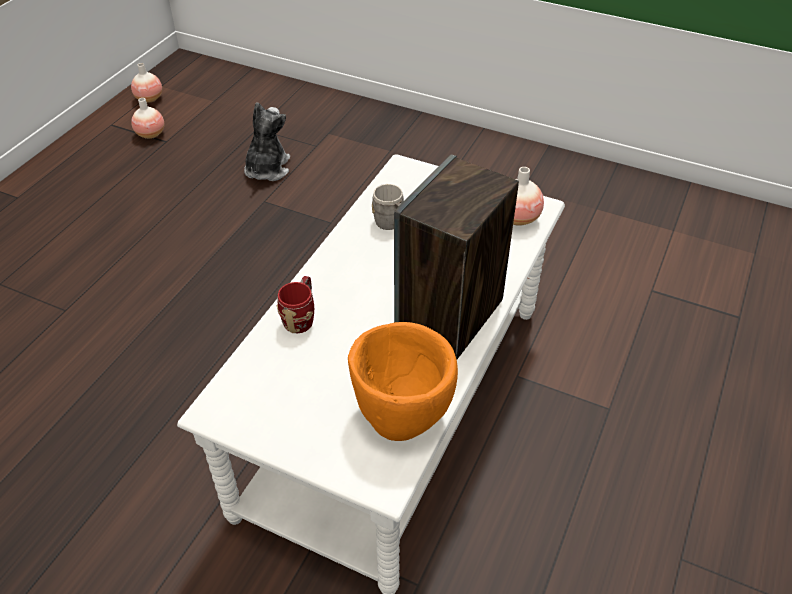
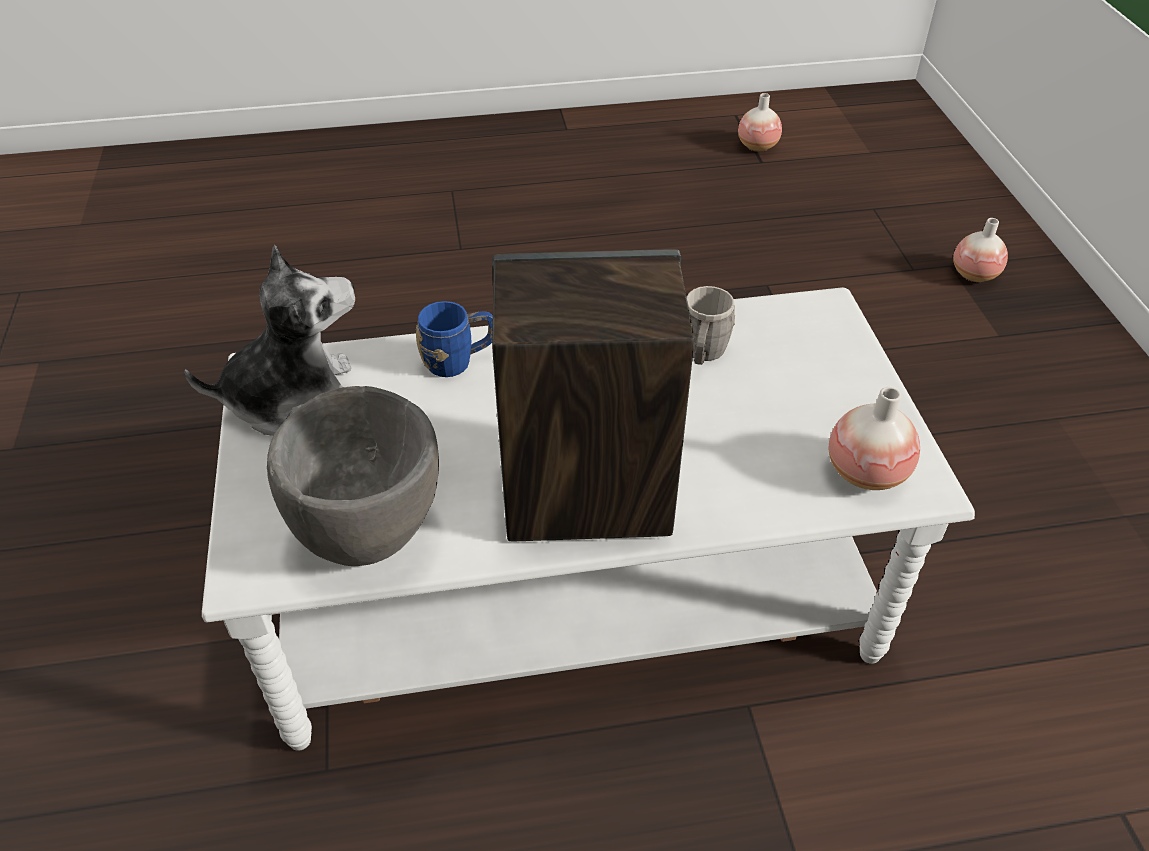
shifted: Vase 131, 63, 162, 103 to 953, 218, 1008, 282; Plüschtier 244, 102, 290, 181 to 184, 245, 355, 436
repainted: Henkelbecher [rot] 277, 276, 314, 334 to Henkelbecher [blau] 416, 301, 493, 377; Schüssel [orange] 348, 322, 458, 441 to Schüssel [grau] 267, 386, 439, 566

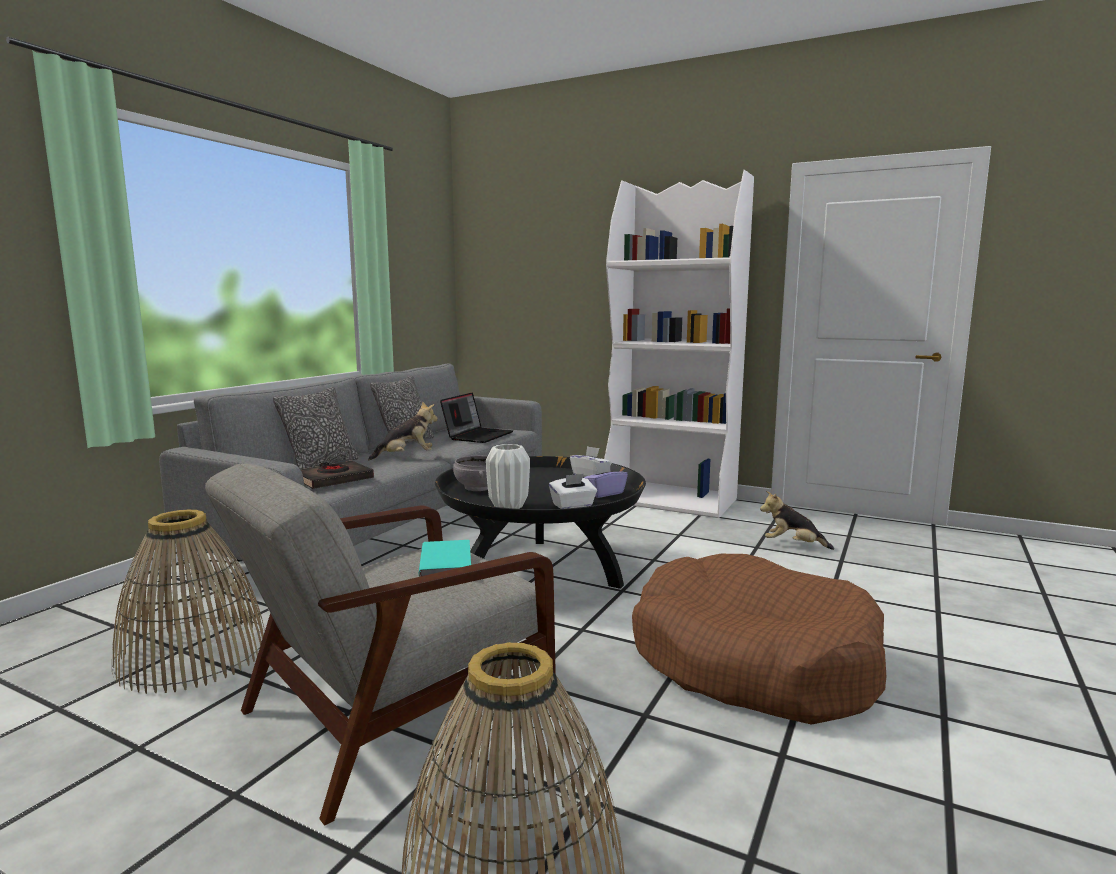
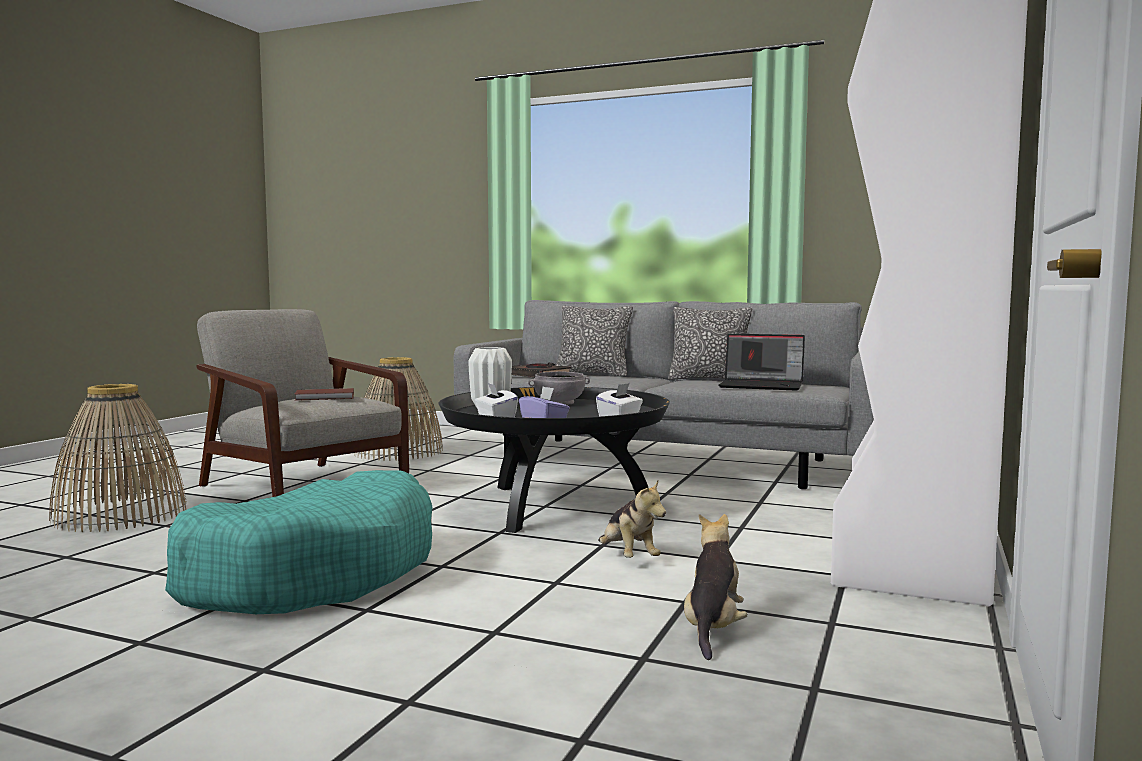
shifted: Plüschtier 368, 401, 438, 460 to 598, 481, 666, 558
repainted: Buch [türkis] 419, 540, 471, 577 to Buch [braun] 295, 388, 354, 401; Hundebett [braun] 632, 554, 886, 725 to Hundebett [türkis] 165, 470, 432, 614

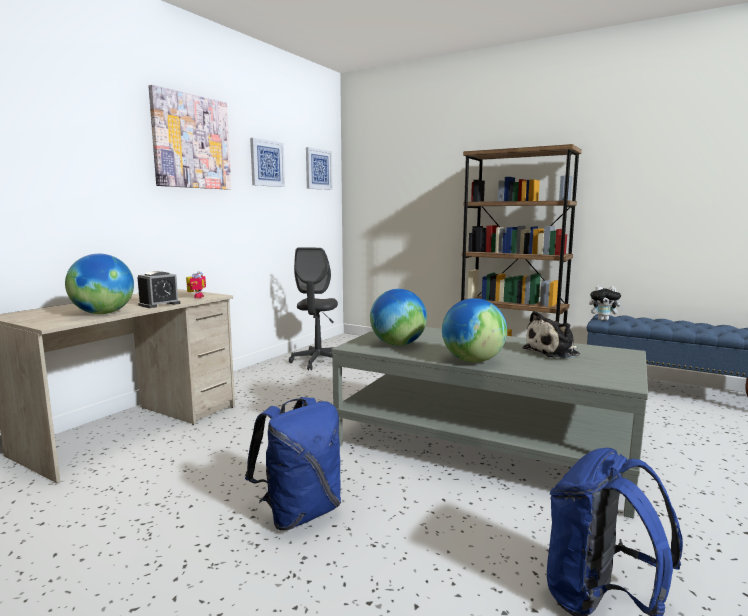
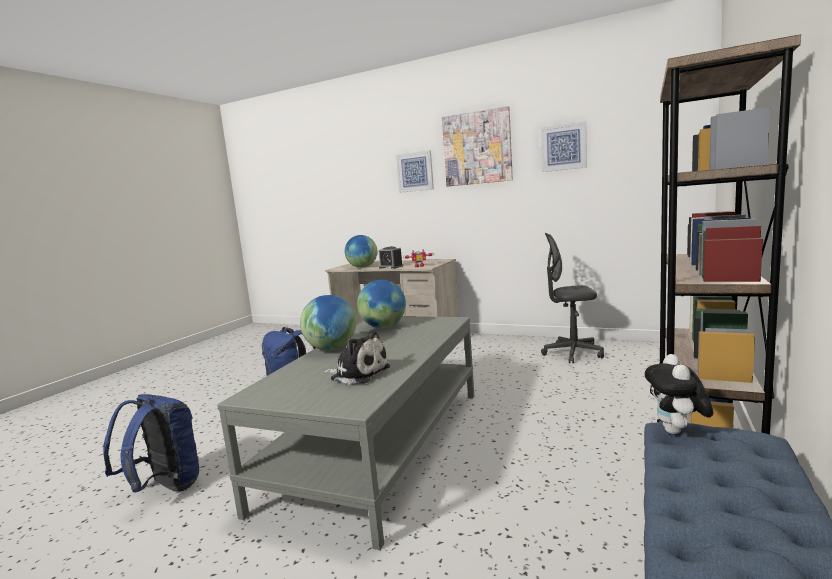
shifted: Bild 306, 147, 332, 190 to 396, 150, 434, 193
rotated: Plüschtier 523, 311, 580, 359 = 323, 331, 390, 385 150 degrees clockwise

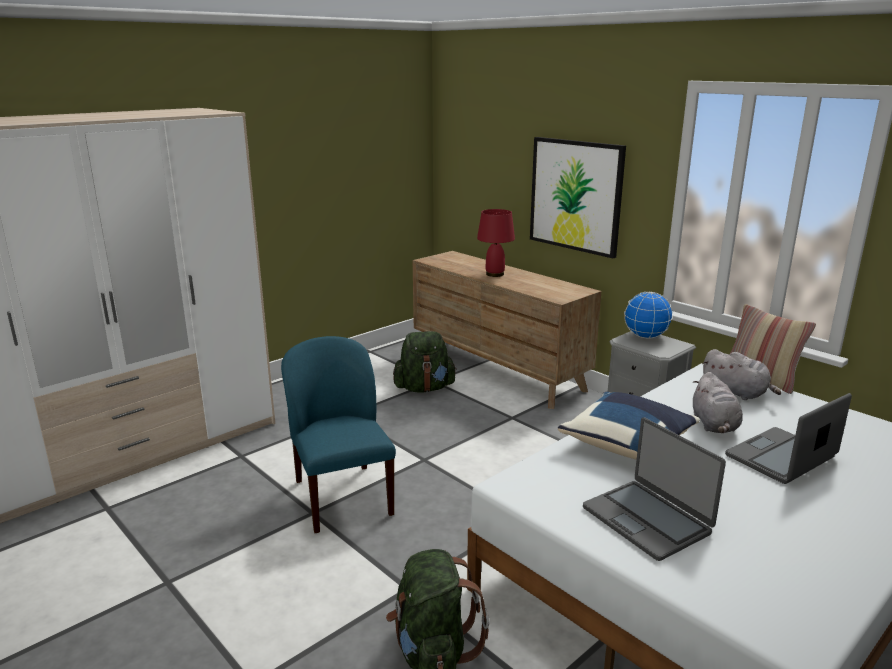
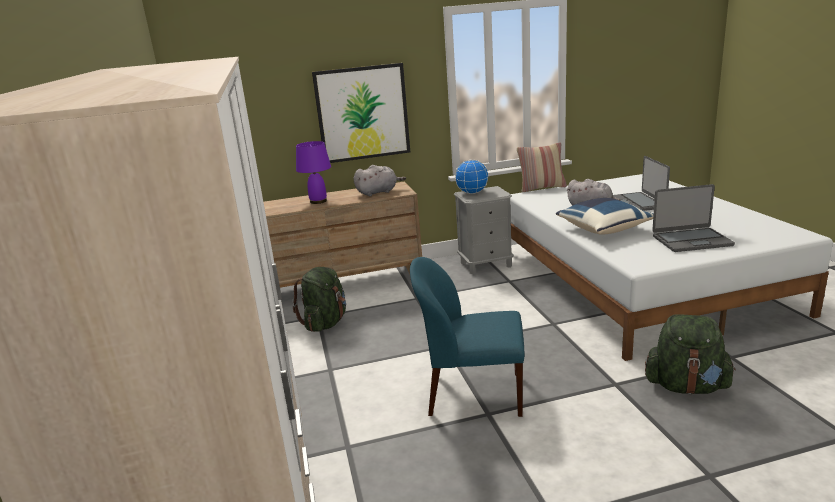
shifted: Plüschtier [grau] 702, 349, 781, 400 to 353, 165, 406, 196
repainted: Tischlampe [rot] 477, 209, 515, 277 to Tischlampe [lila] 296, 141, 331, 204

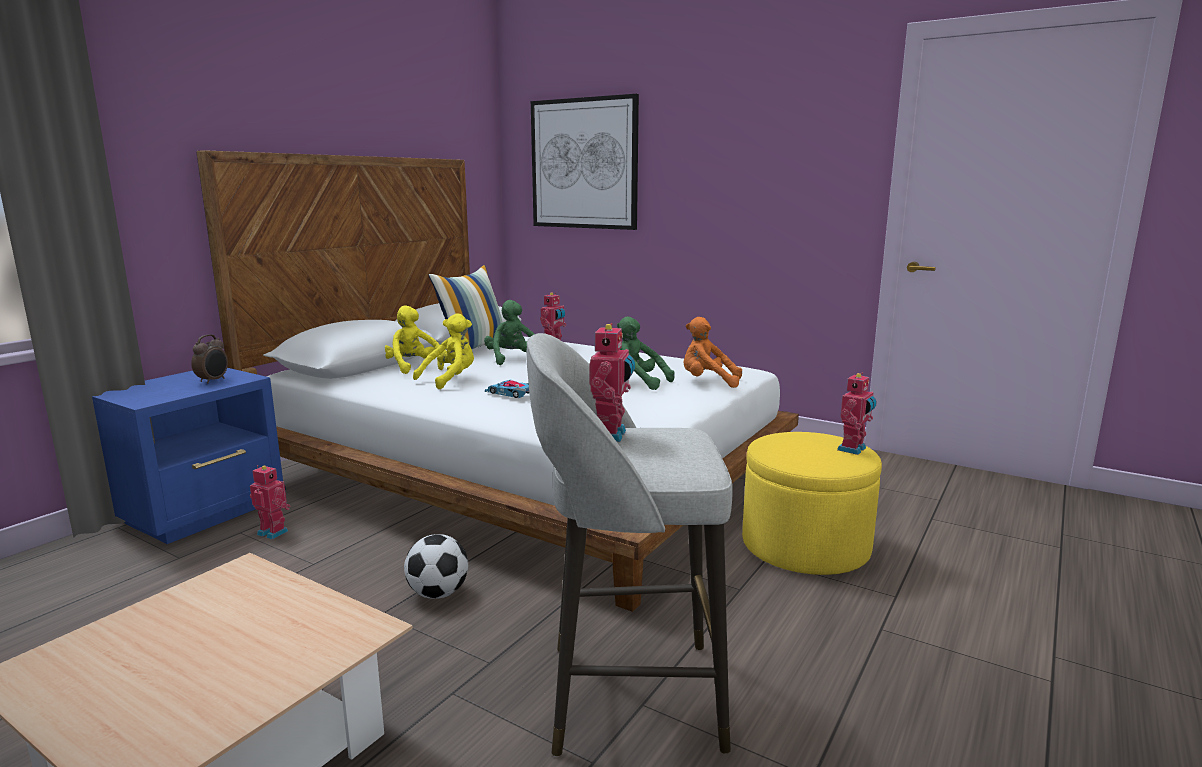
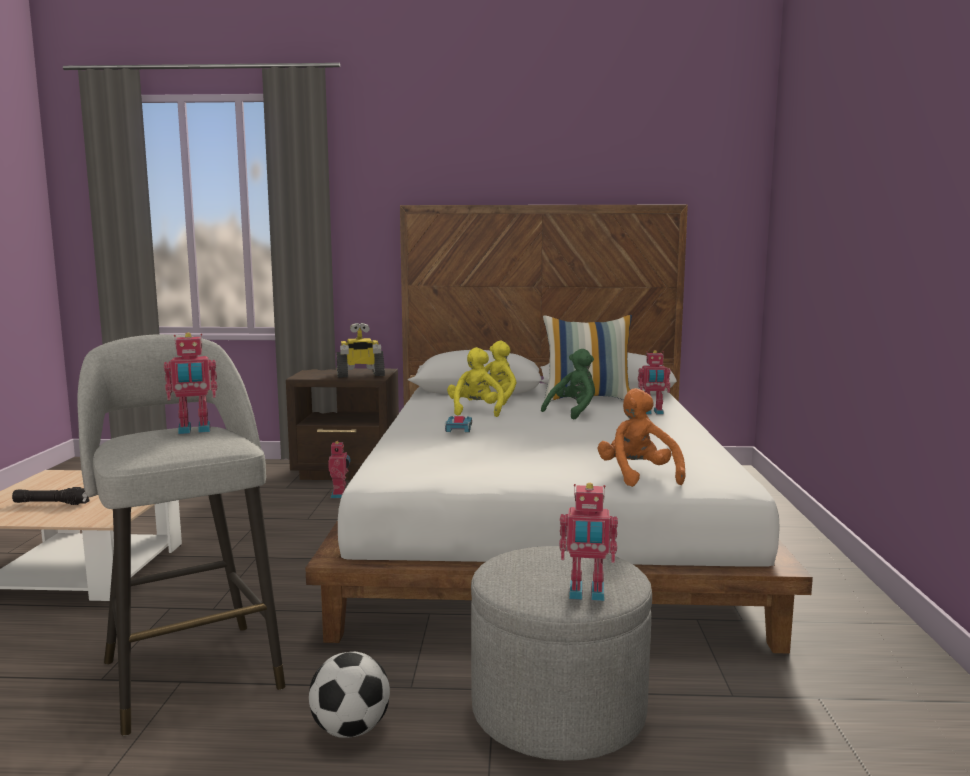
gone: Bild 531, 94, 639, 230; Plüschtier [grün] 617, 316, 675, 390
new: Taschenlampe [schwarz] 12, 487, 90, 505
shifted: Fußball 404, 534, 468, 599 to 309, 652, 390, 738
swapped: Wecker 191, 334, 228, 384 to Spielzeugroboter 337, 323, 385, 377
repainted: Nachttisch [blau] 92, 368, 283, 544 to Nachttisch [braun] 286, 368, 399, 480; Polsterhocker [gelb] 742, 432, 882, 575 to Polsterhocker [grau] 471, 546, 652, 761
rotated: Plüschtier [gelb] 413, 314, 474, 389 = 447, 347, 504, 417 105 degrees counterclockwise

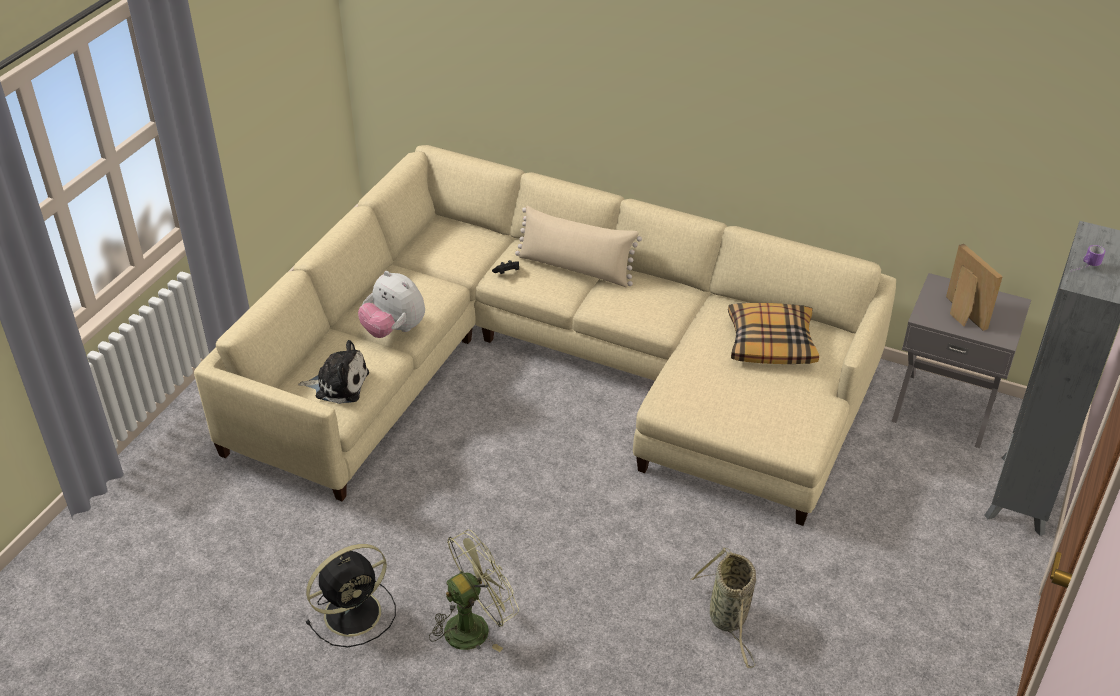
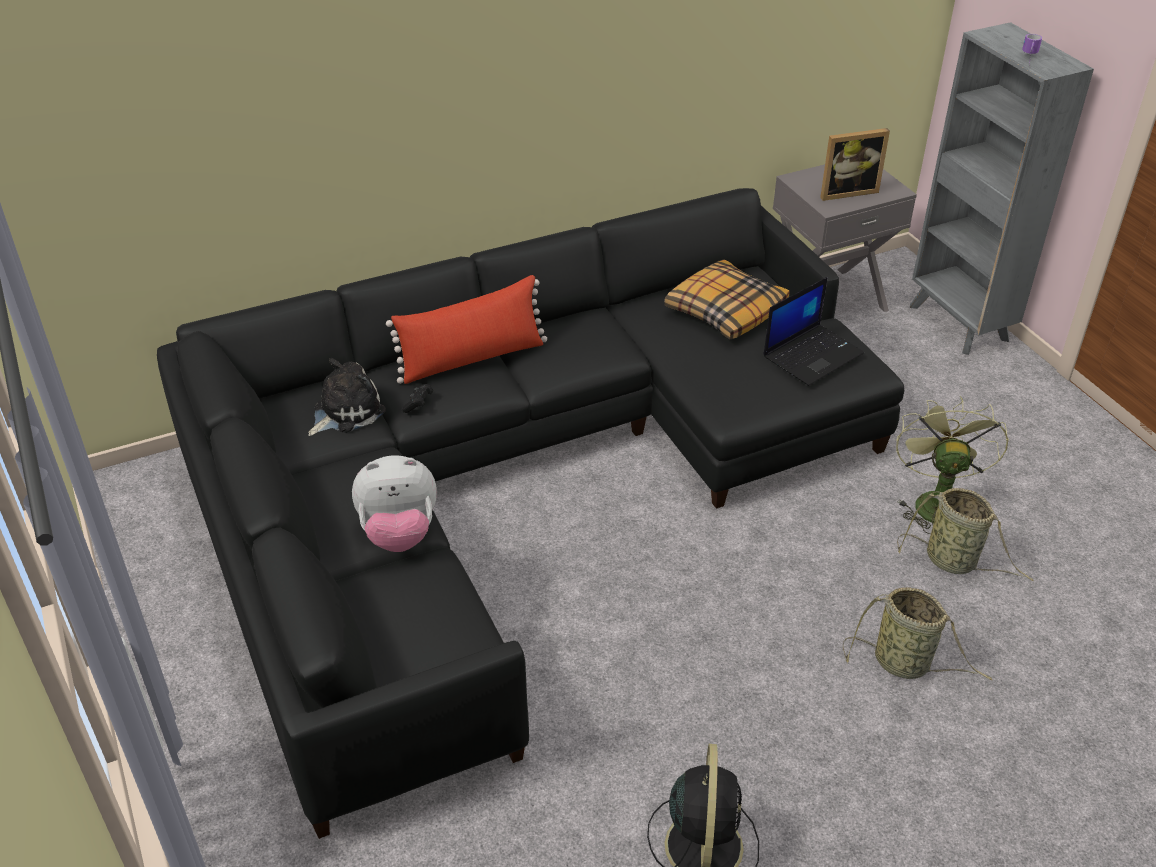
new: Laptop 763, 277, 864, 386; Korb 843, 587, 992, 680
shifted: Plüschtier 298, 340, 369, 404 to 308, 358, 386, 436; Ventilator [grün] 429, 530, 519, 652 to 896, 396, 1009, 534
repainted: Sofa [beige] 194, 145, 896, 526 to Sofa [schwarz] 157, 188, 904, 839; Kissen [beige] 515, 206, 642, 287 to Kissen [rot] 386, 275, 547, 384
rotated: Bilderrahmen 946, 244, 1003, 331 = 820, 128, 890, 201 150 degrees clockwise

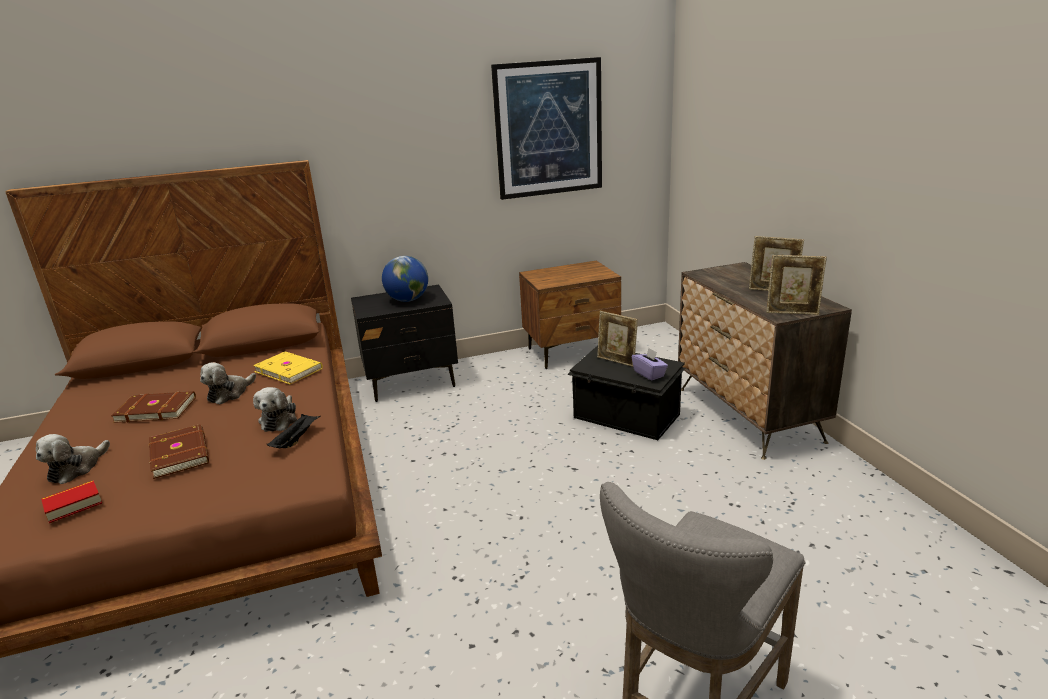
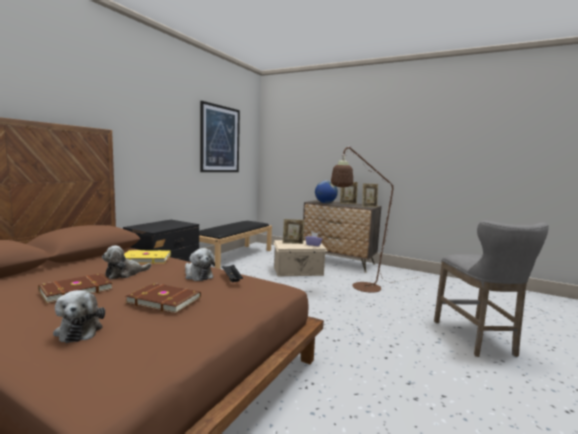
gone: Buch 41, 480, 102, 523
new: Stehlampe [braun] 331, 146, 418, 293
shifted: Globus 382, 256, 428, 302 to 315, 181, 338, 203
swapped: Nachttisch [braun] 519, 261, 621, 369 to Bank [schwarz] 199, 221, 272, 269
repainted: Aufbewahrungsbox [schwarz] 567, 345, 685, 440 to Aufbewahrungsbox [beige] 273, 240, 328, 276
rotated: Plüschtier 200, 362, 256, 404 = 102, 245, 151, 279 60 degrees clockwise

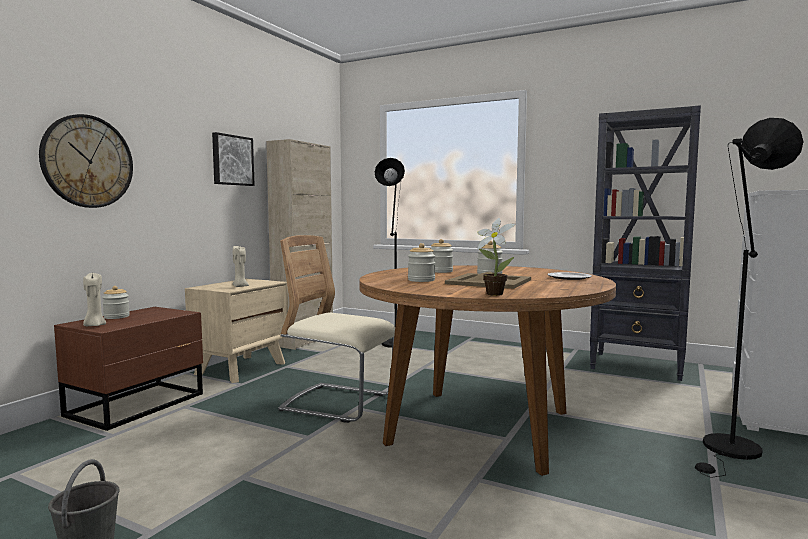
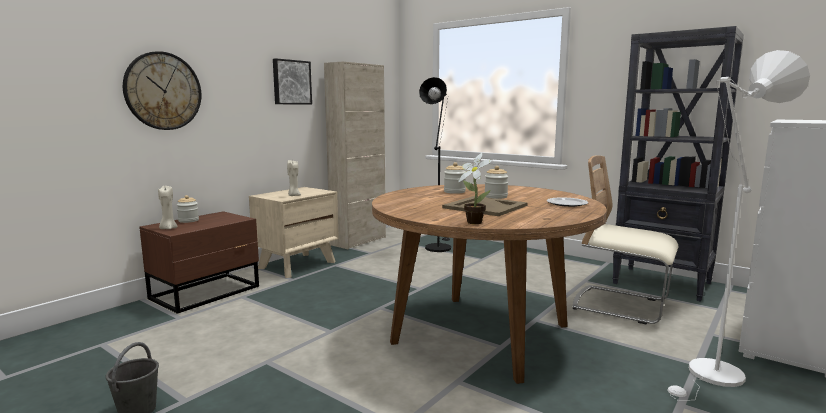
gone: Vorratsglas 408, 243, 435, 282
shifted: Stuhl [beige] 278, 235, 395, 423 to 572, 155, 678, 325
repainted: Stehlampe [schwarz] 695, 118, 804, 478 to Stehlampe [weiß] 667, 50, 810, 401

